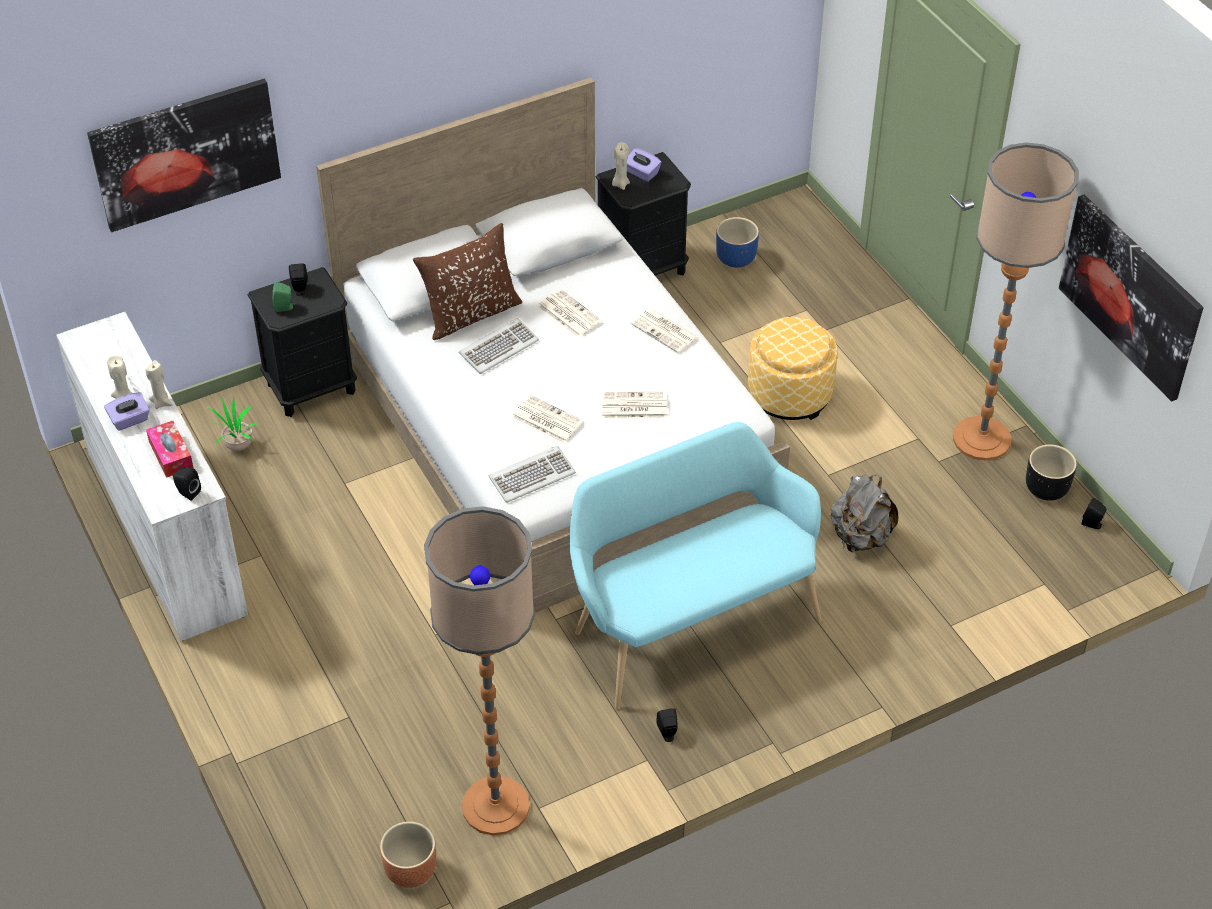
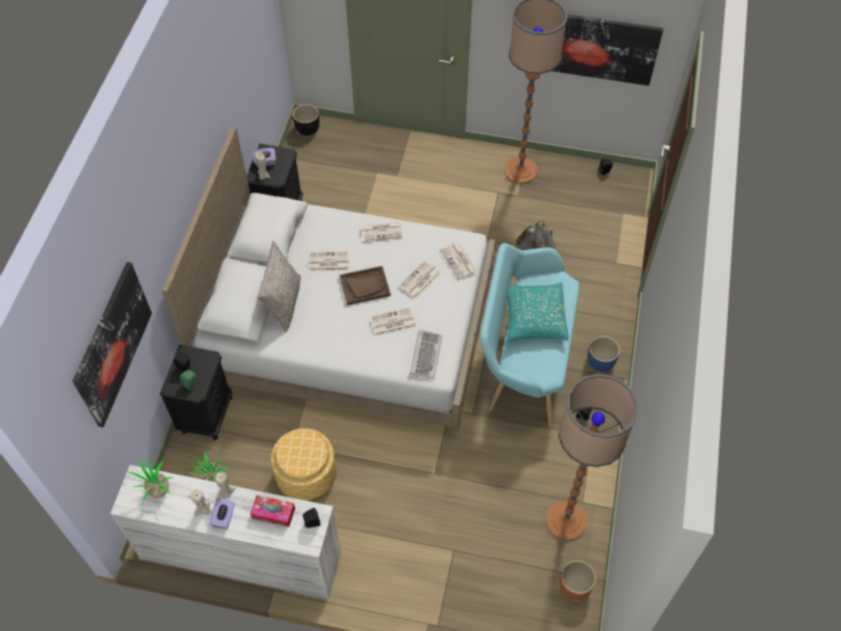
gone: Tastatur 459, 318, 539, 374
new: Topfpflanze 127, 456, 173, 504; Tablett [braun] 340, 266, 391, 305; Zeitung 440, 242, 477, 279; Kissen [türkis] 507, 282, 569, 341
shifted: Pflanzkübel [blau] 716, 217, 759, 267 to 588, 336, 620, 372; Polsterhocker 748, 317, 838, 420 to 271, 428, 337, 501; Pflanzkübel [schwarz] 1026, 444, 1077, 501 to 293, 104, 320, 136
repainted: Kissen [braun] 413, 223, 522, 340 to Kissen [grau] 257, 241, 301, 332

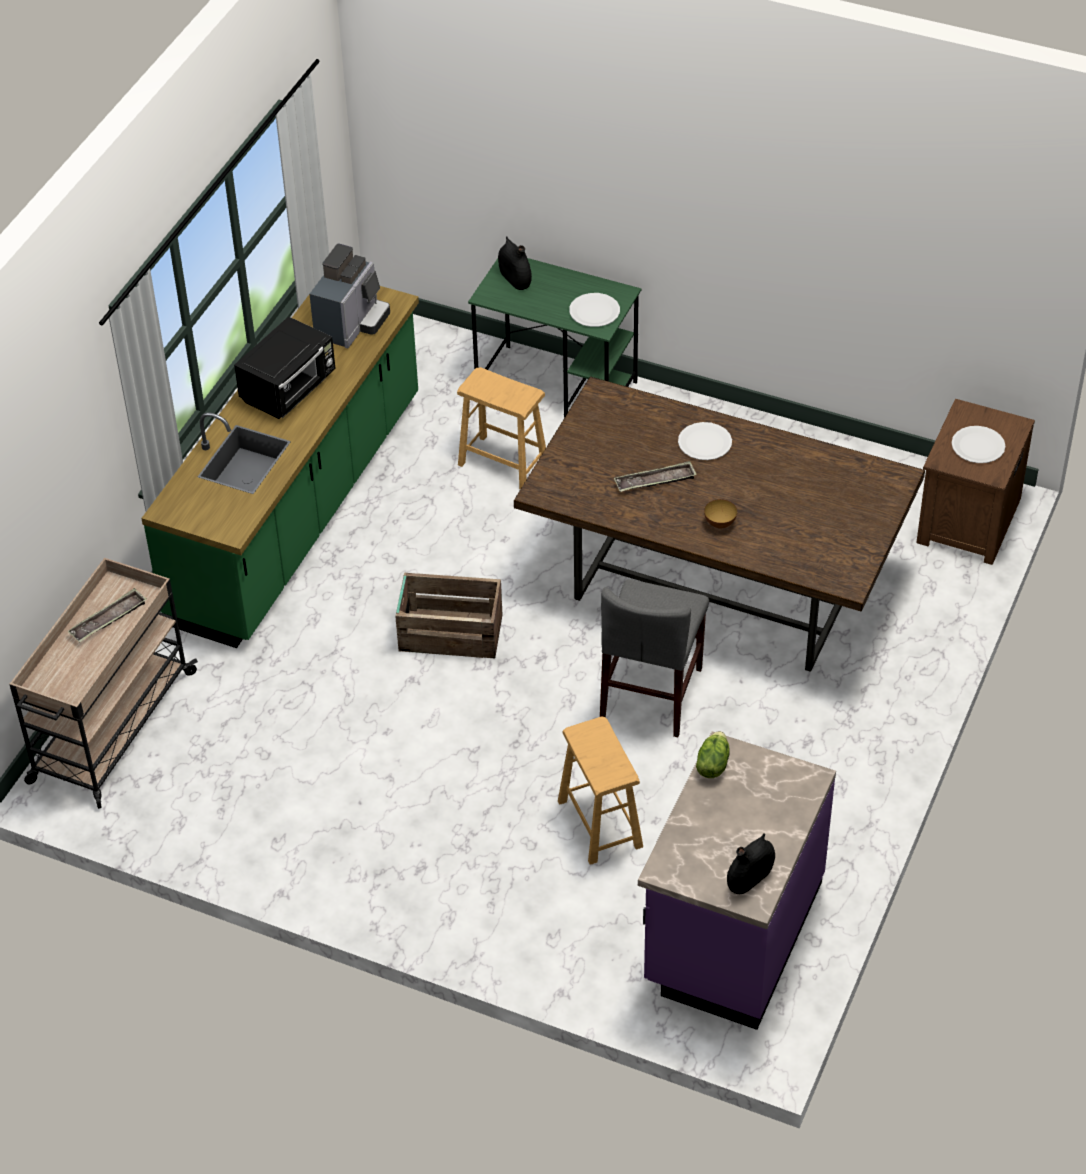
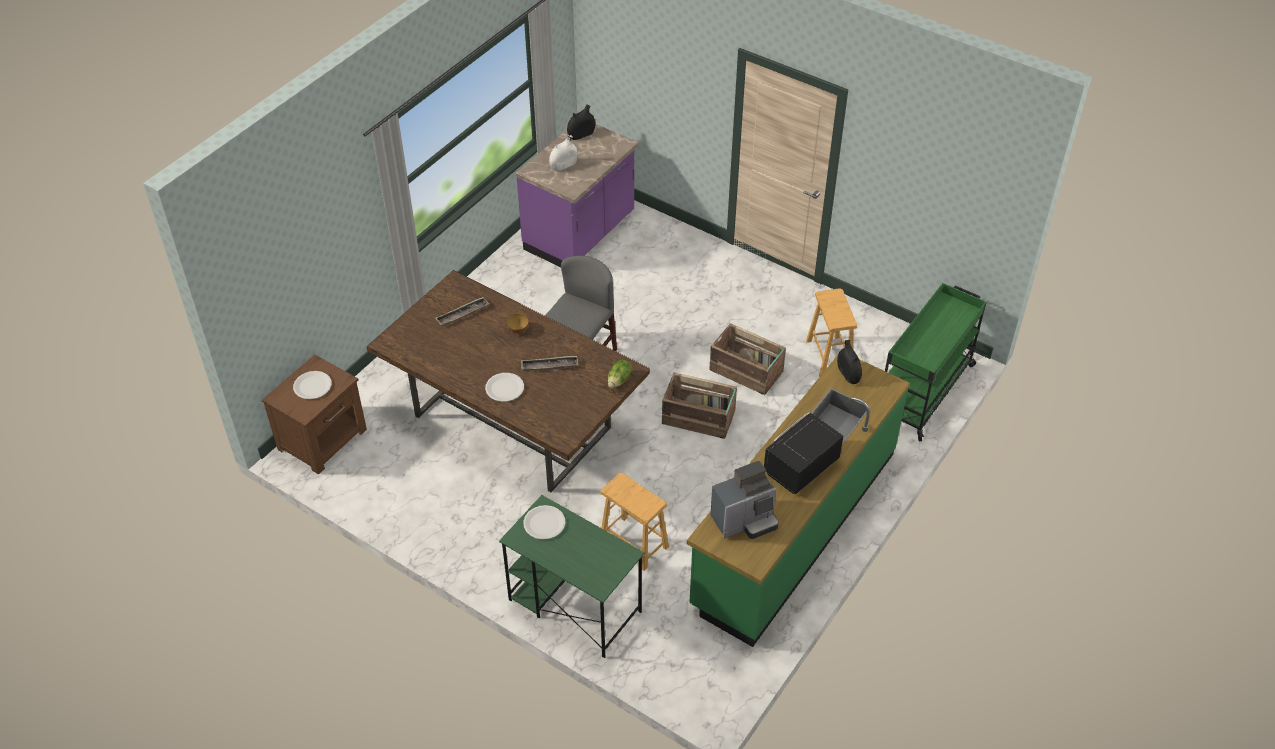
new: Vase [weiß] 549, 135, 578, 171; Kiste 709, 323, 786, 395
shifted: Tablett 68, 588, 146, 643 to 436, 297, 489, 326; Vase [schwarz] 498, 237, 532, 290 to 837, 340, 862, 384; Hocker [braun] 558, 716, 643, 865 to 806, 288, 857, 377; Salatkopf 696, 731, 730, 778 to 608, 360, 632, 388
repainted: Rollwagen [beige] 9, 558, 198, 809 to Rollwagen [grün] 885, 283, 987, 441
rotated: Kaffeemaschine 309, 244, 390, 348 = 711, 461, 779, 539 150 degrees counterclockwise

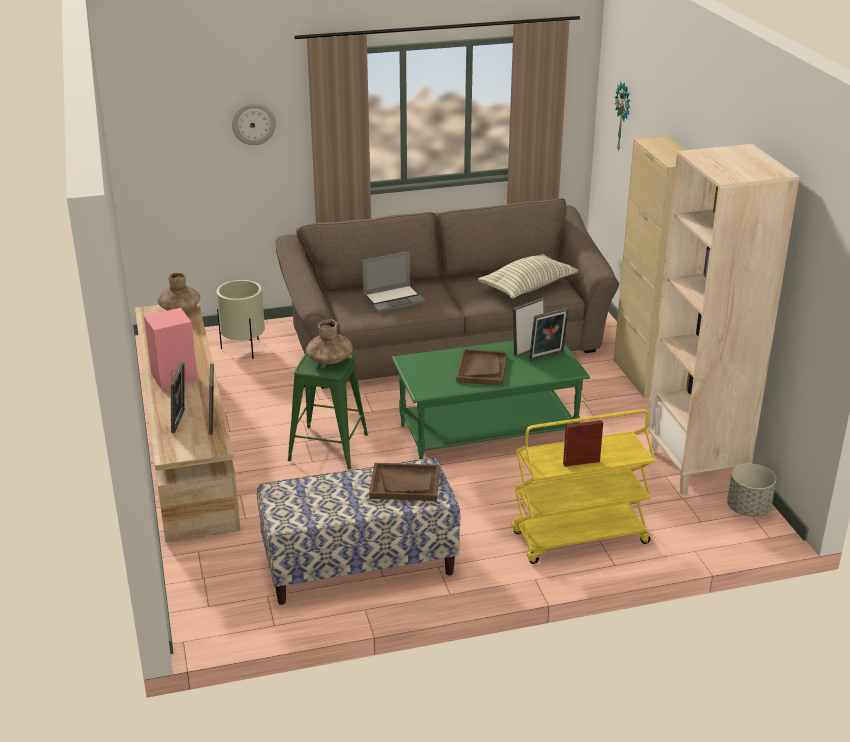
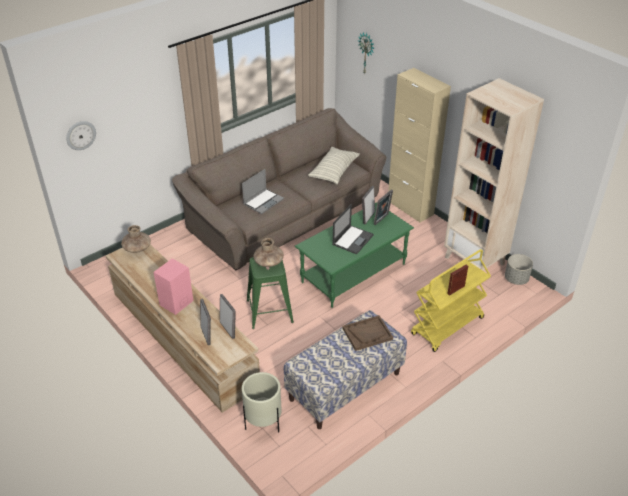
shifted: Pflanzkübel [beige] 216, 280, 265, 359 to 242, 372, 282, 432; Wanduhr 232, 103, 276, 145 to 66, 121, 96, 150
swapped: Tablett [braun] 456, 349, 508, 386 to Laptop 332, 204, 374, 254

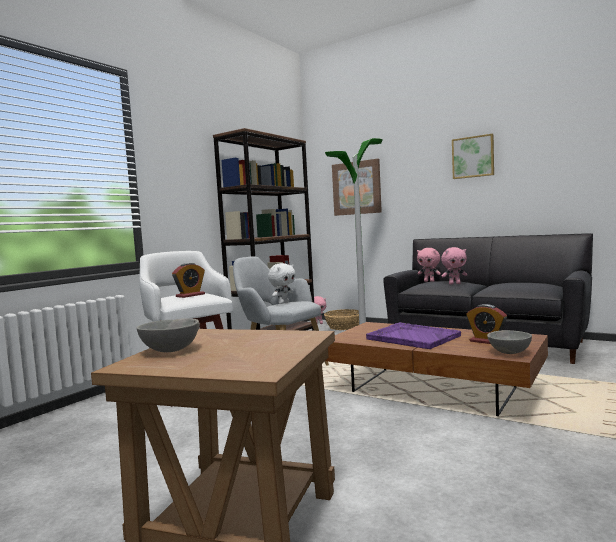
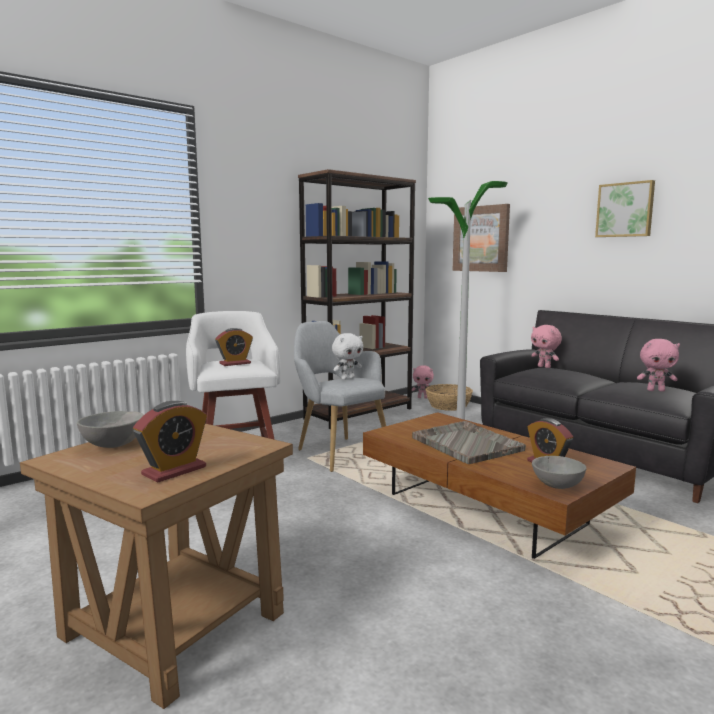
new: Wecker 133, 401, 207, 483
shifted: Plüschtier [rosa] 441, 247, 467, 285 to 637, 339, 680, 392
repainted: Tablett [lila] 366, 322, 461, 349 to Tablett [grau] 412, 421, 526, 464

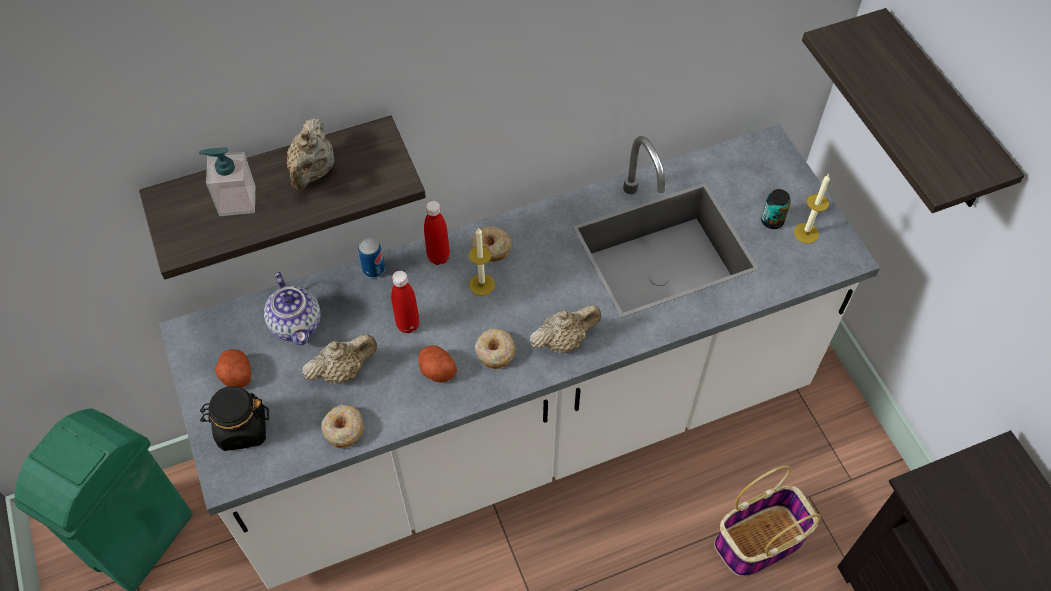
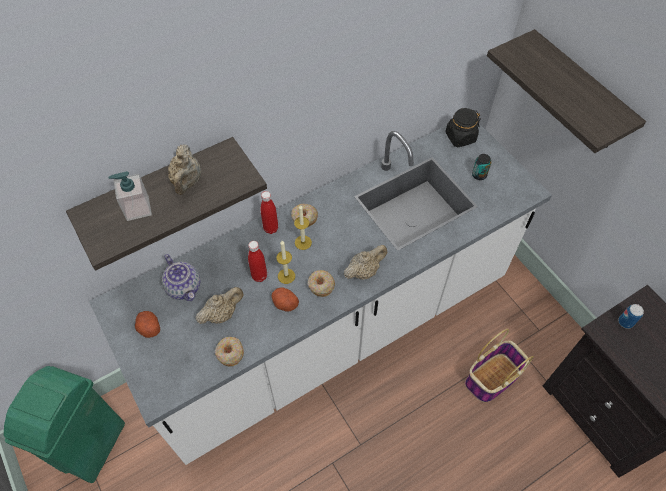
shifted: Vorratsglas [schwarz] 200, 386, 269, 451 to 445, 108, 481, 147; Dose 358, 238, 385, 278 to 618, 304, 644, 329; Kerze 794, 174, 830, 244 to 276, 241, 295, 284

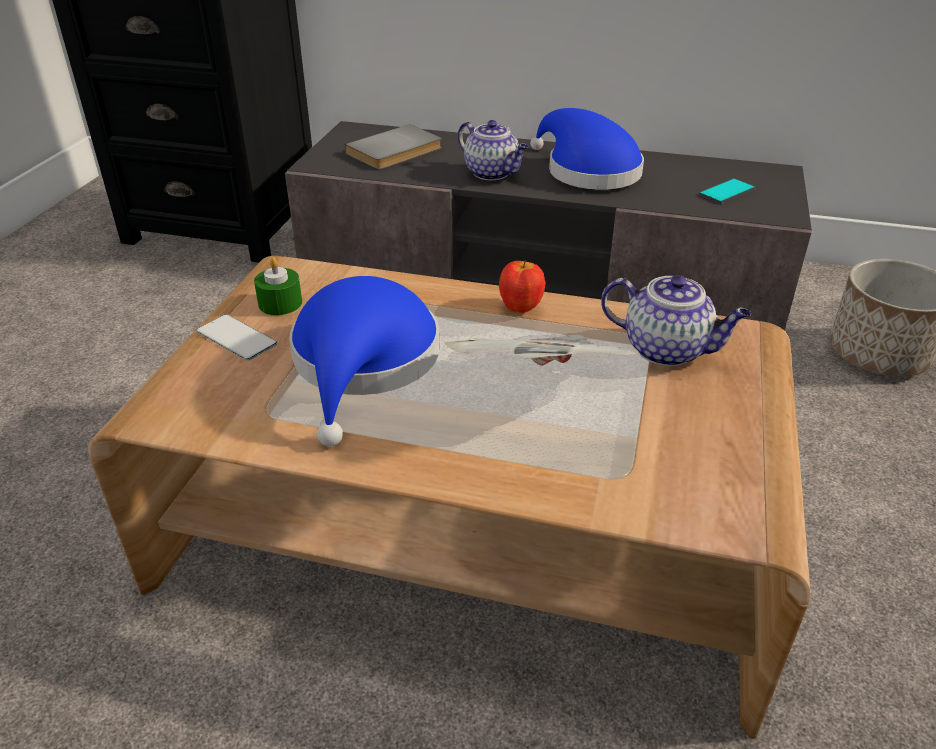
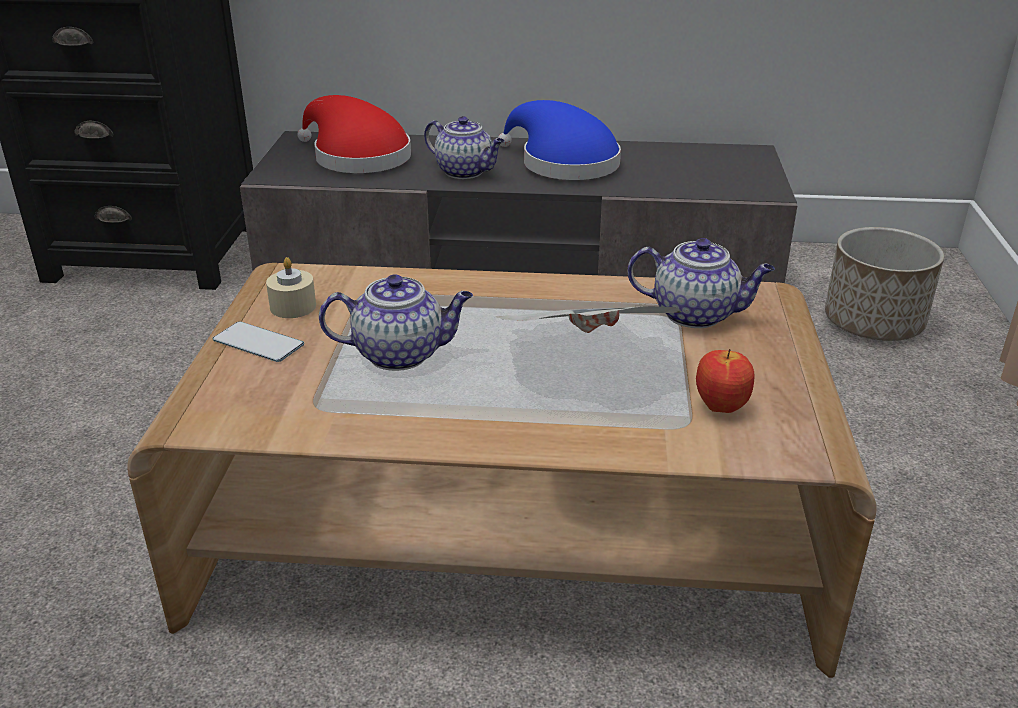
gone: Handy 699, 178, 756, 204
shifted: Apfel 499, 260, 545, 313 to 696, 349, 754, 413
swapped: Hut [blau] 290, 276, 439, 447 to Teekanne 319, 274, 473, 371; Buch [grau] 345, 124, 442, 169 to Hut [rot] 297, 95, 411, 173
repainted: Kerze [grün] 254, 257, 302, 315 to Kerze [beige] 266, 257, 316, 318

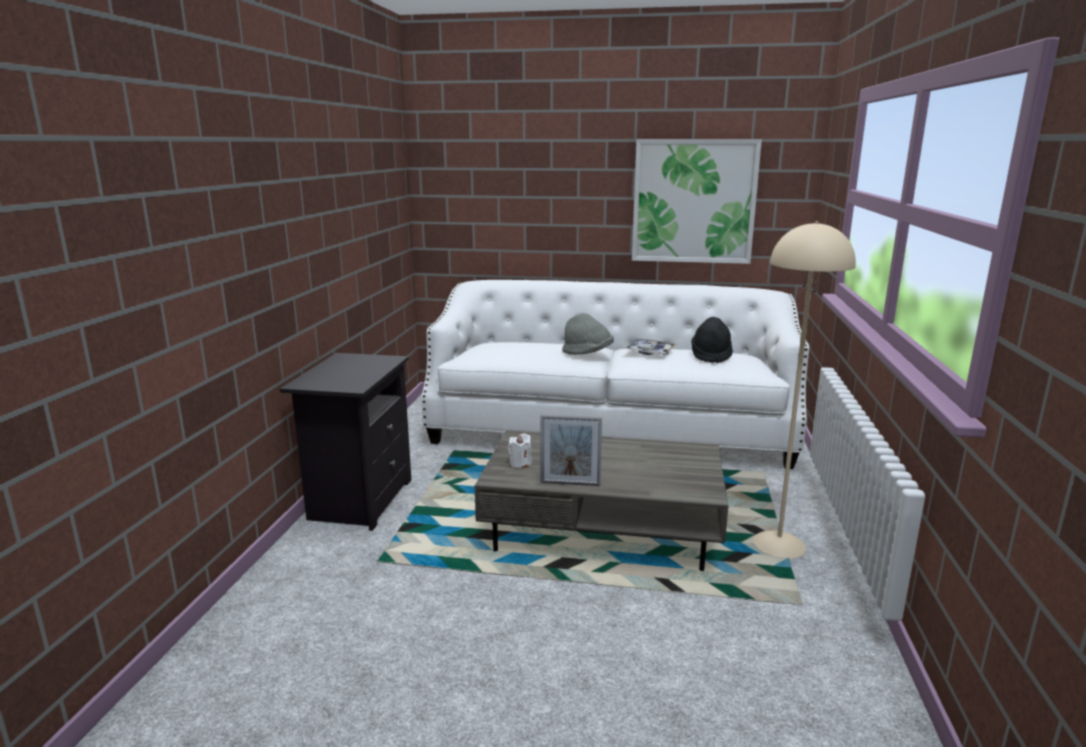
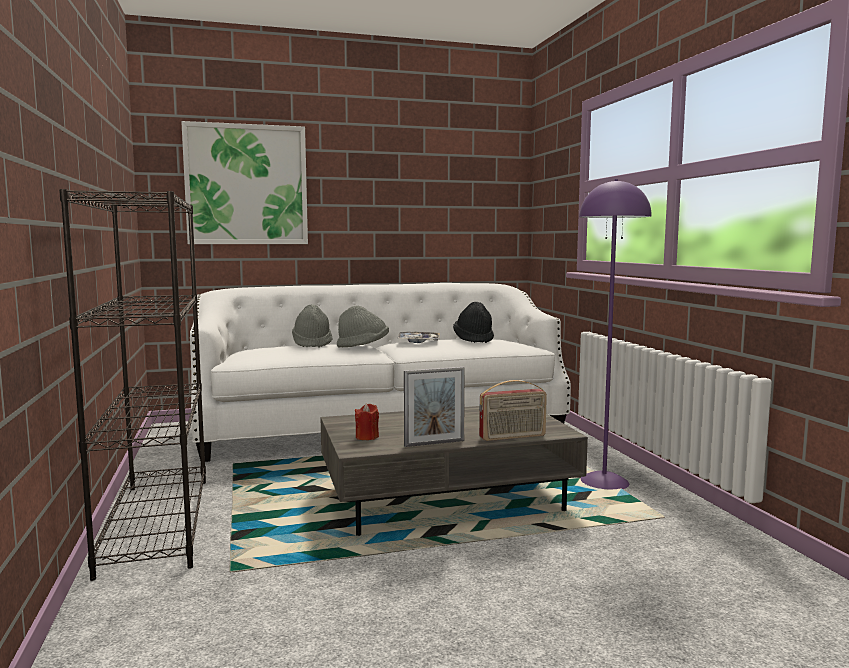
new: Hut [grau] 292, 304, 332, 348; Radio 479, 380, 547, 441
shifted: Bild 632, 139, 762, 264 to 181, 121, 308, 244
swapped: Nachttisch [schwarz] 280, 353, 411, 531 to Bücherregal [schwarz] 59, 189, 206, 581
repainted: Kerze [weiß] 508, 433, 532, 468 to Kerze [rot] 355, 404, 379, 440; Stehlampe [beige] 753, 221, 856, 559 to Stehlampe [lila] 579, 179, 652, 489

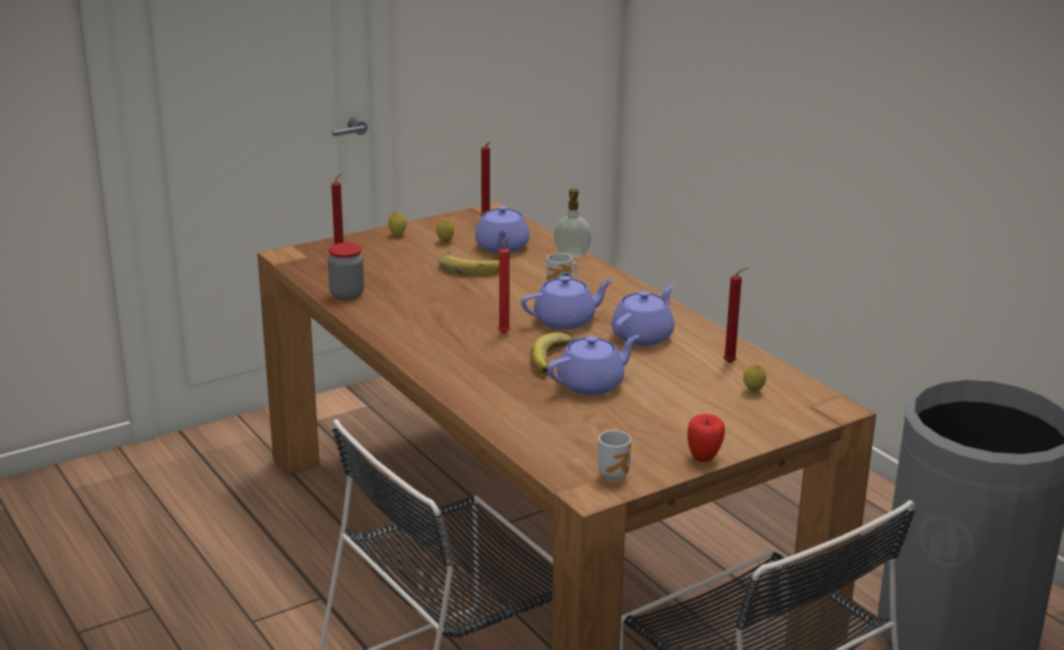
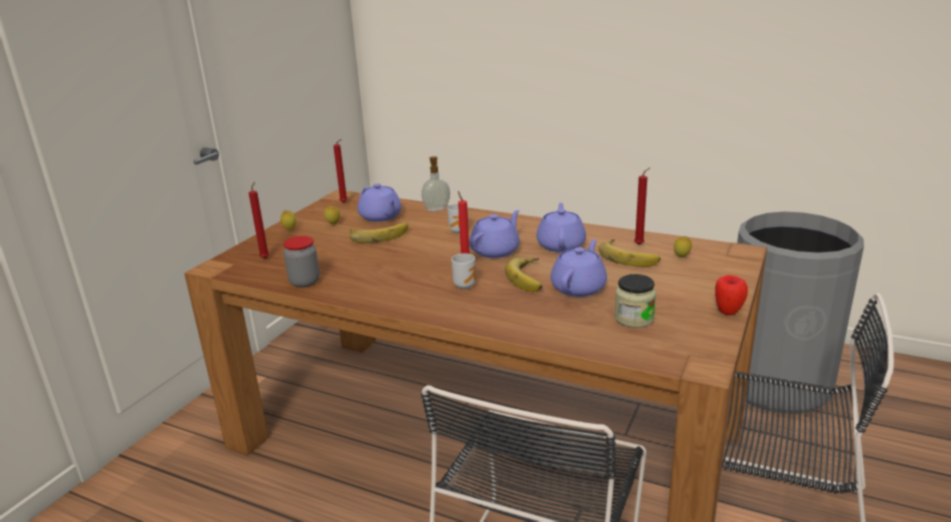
new: Banane 599, 239, 660, 267; Vorratsglas 614, 274, 656, 328
shifted: Henkelbecher 598, 430, 631, 480 to 451, 253, 476, 289

